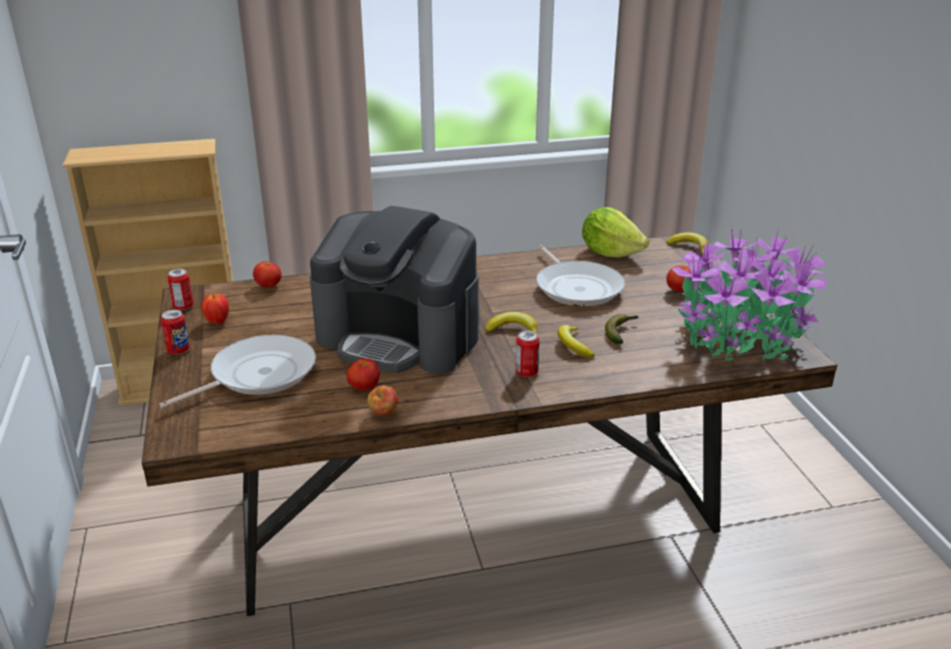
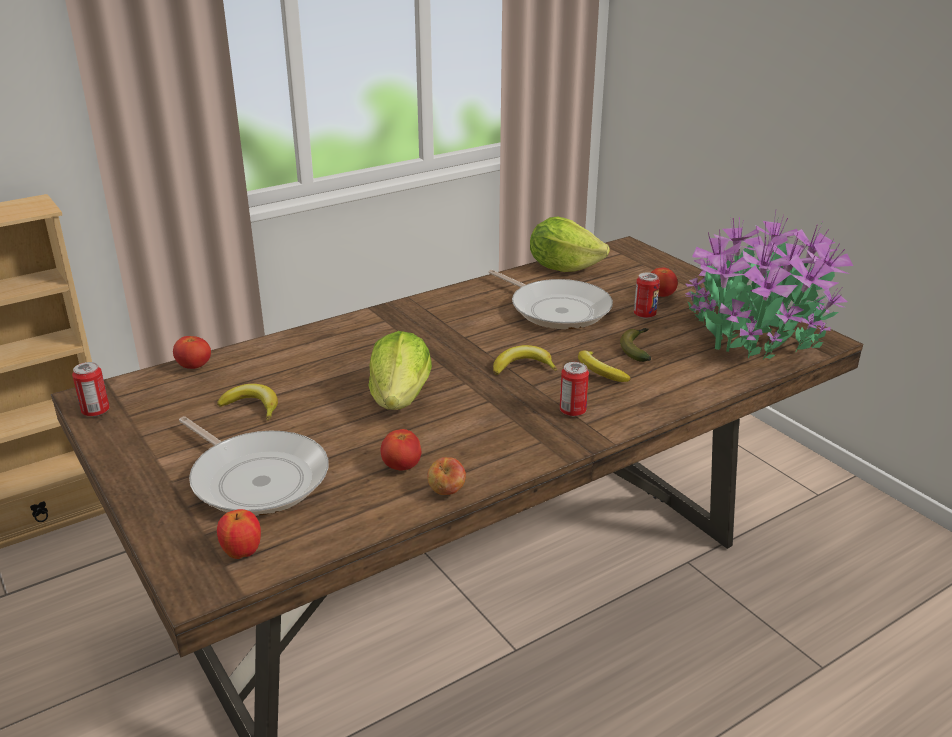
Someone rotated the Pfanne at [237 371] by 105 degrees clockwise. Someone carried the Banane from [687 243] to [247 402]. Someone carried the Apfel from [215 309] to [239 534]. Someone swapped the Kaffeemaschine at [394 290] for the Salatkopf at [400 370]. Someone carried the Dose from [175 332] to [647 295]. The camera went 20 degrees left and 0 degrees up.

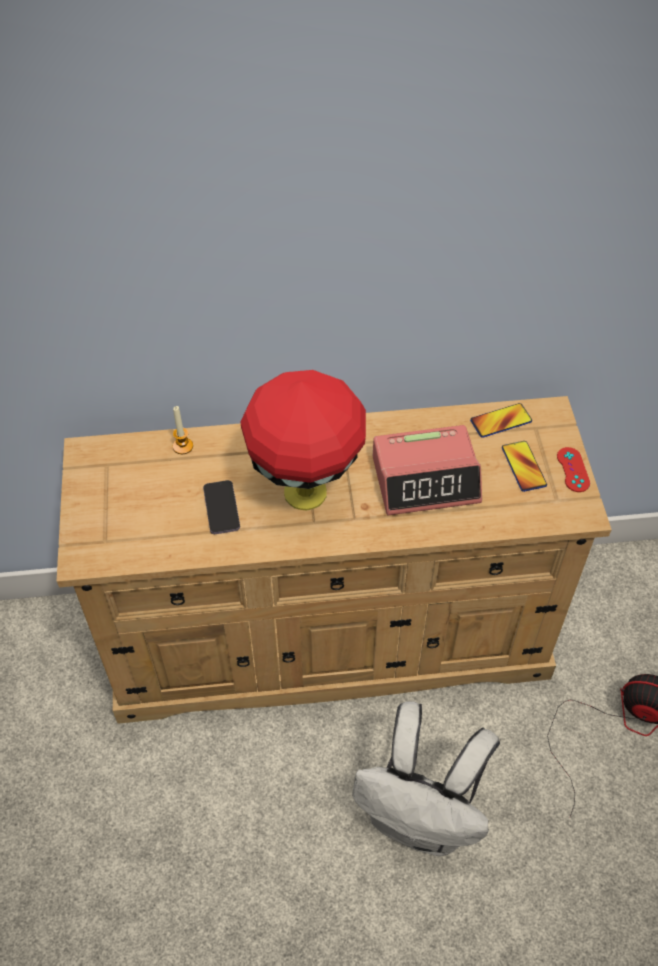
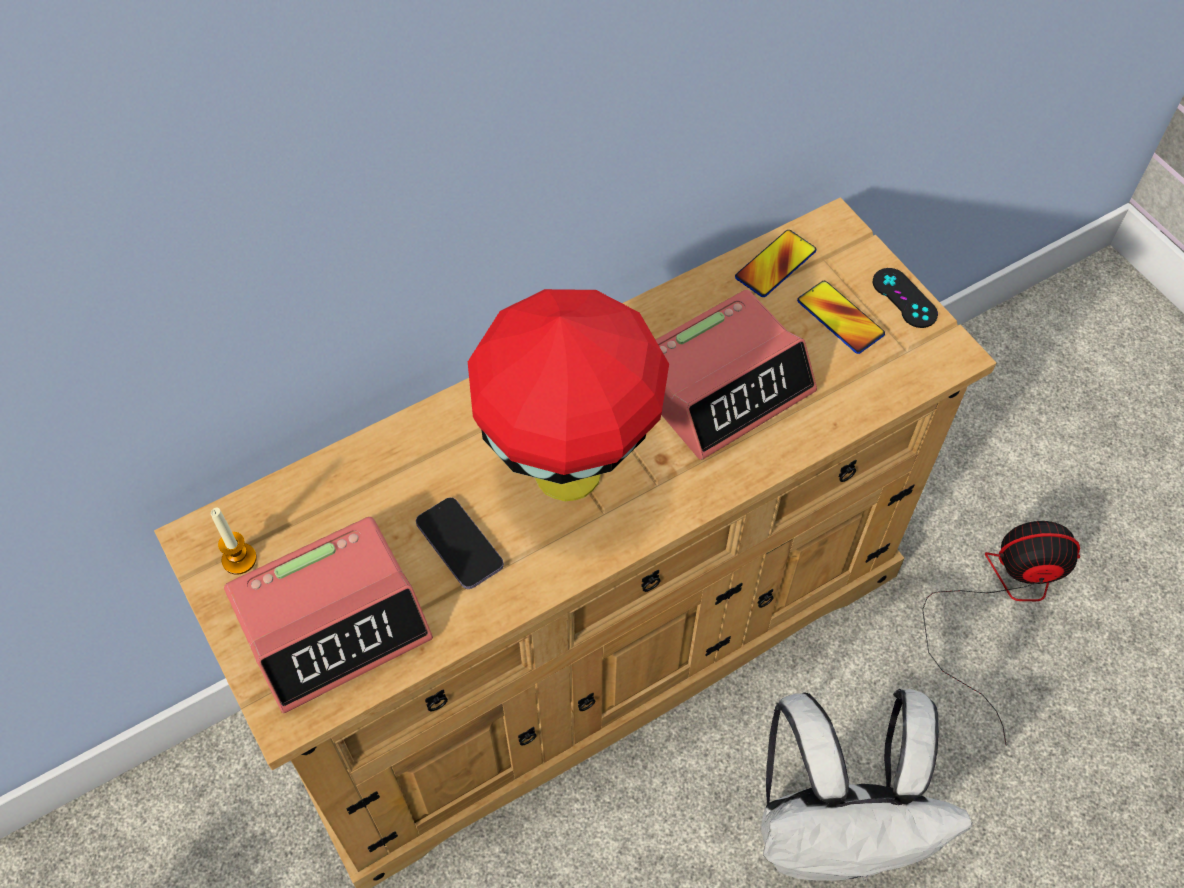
Someone carried the Kerze from [183 430] to [234 541]. Someone put down the Wecker at [328 615]. Someone repainted the Gamepad (rot) at [573 469], which became the Gamepad (schwarz) at [905 298]. The camera went 25 degrees left and 5 degrees up.

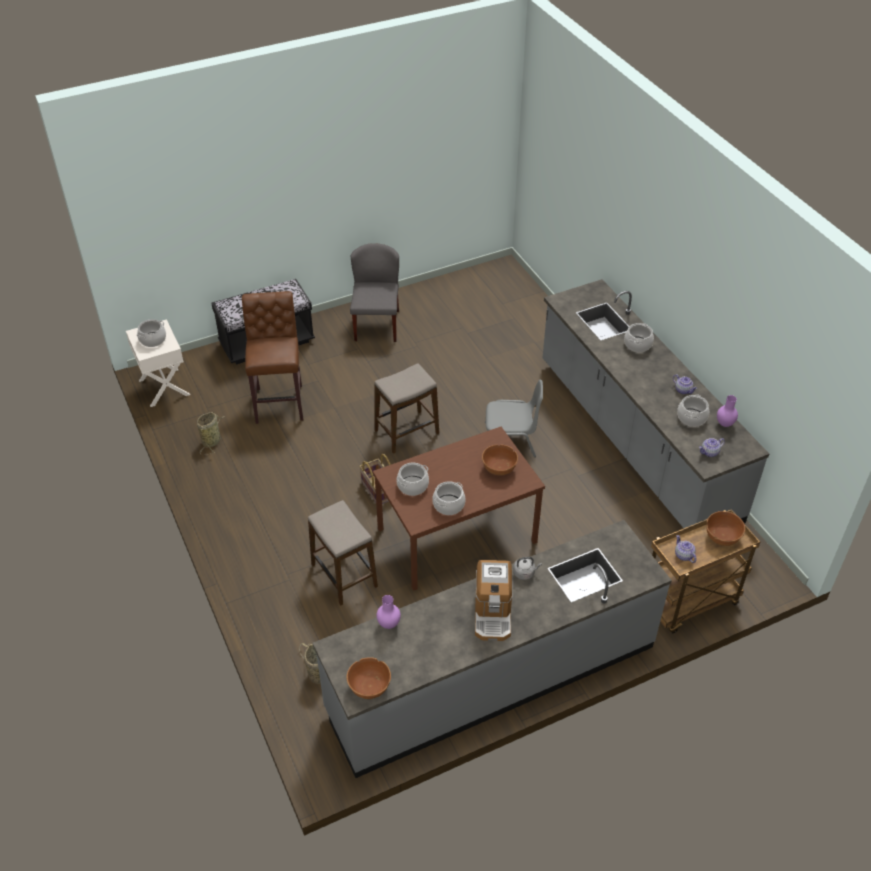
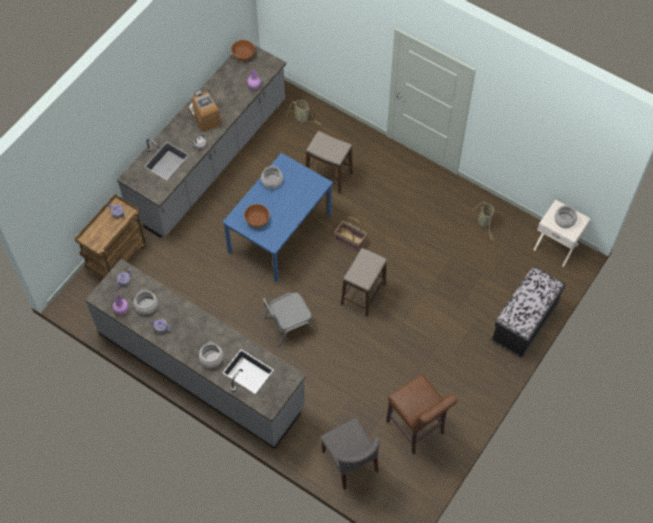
Someone repainted the Esstisch (braun) at [459 509], which became the Esstisch (blau) at [277 218]. Someone carried the Stuhl (grau) from [374 292] to [350 454]. Someone carried the Hocker (braun) from [272 357] to [421 414]. Someone took away the Kochtopf at [412 479]. Someone took away the Schüssel (braun) at [725 528]. The camera went 150 degrees right and 15 degrees up.

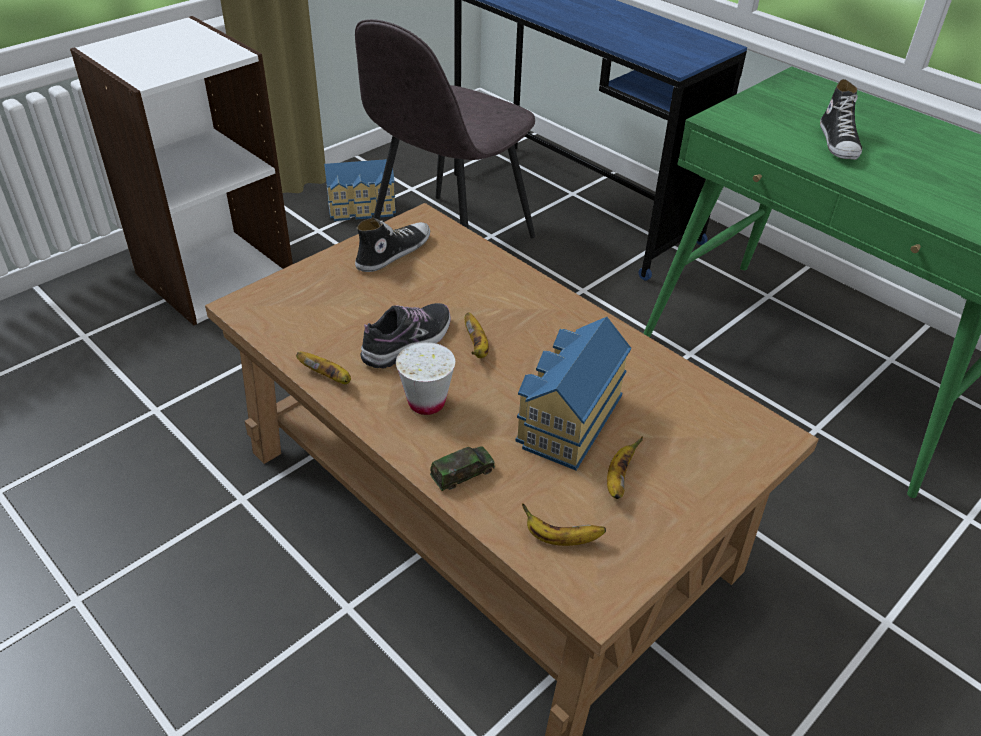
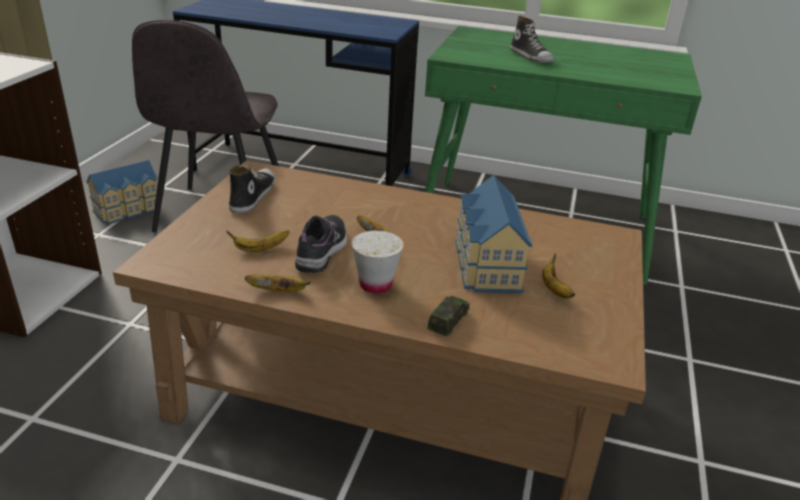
Someone carried the Banane from [564 524] to [257 241]. The camera went 30 degrees left and 10 degrees down.

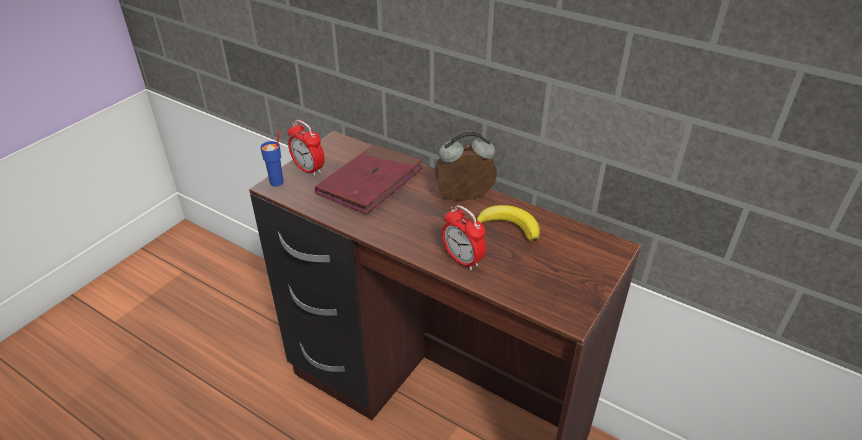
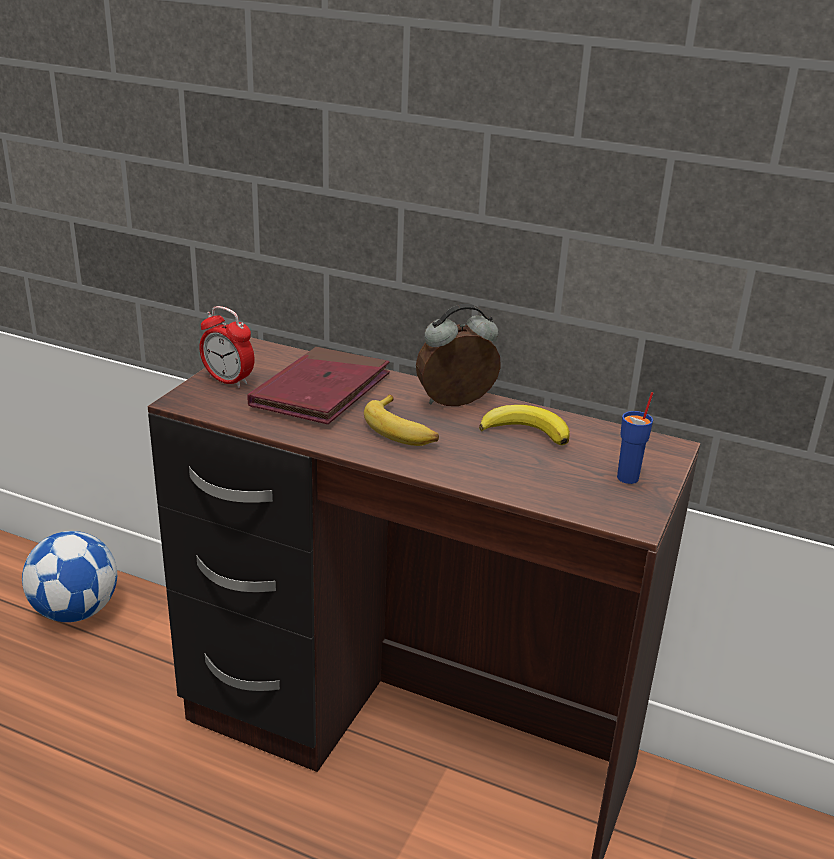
Someone put down the Fußball at [69 576]. Someone put down the Banane at [401 420]. Someone carried the Tasse (blau) from [272 158] to [635 438]. Someone took away the Wecker at [464 238]. The camera went 10 degrees left and 10 degrees down.

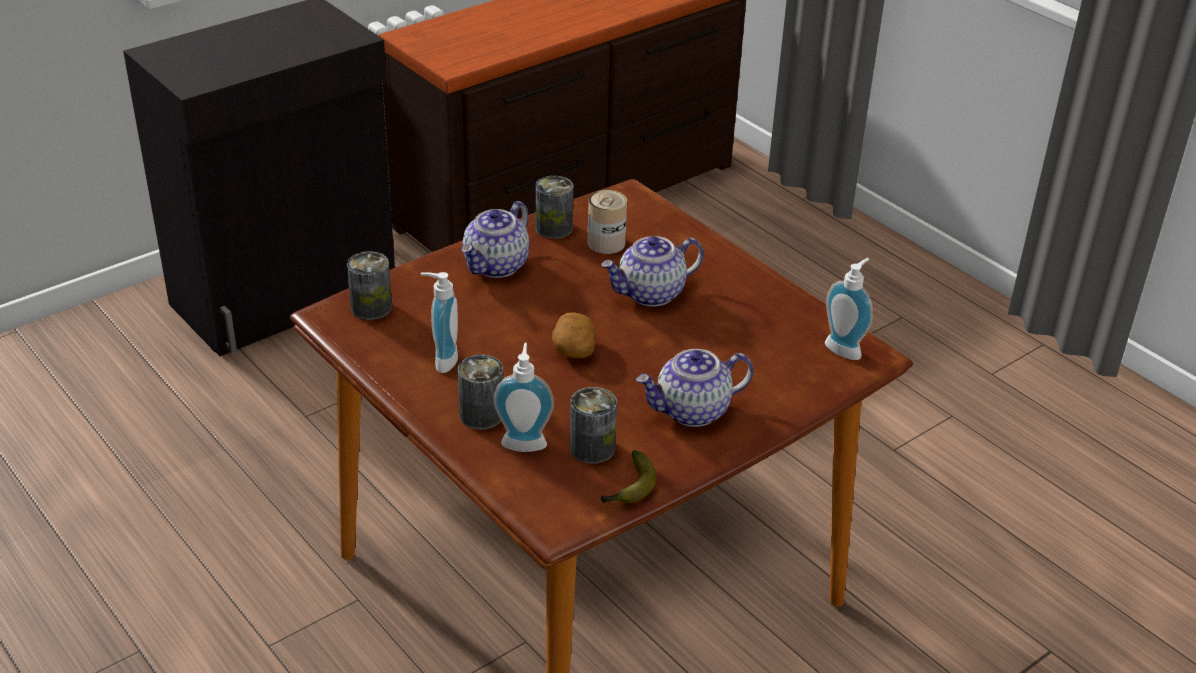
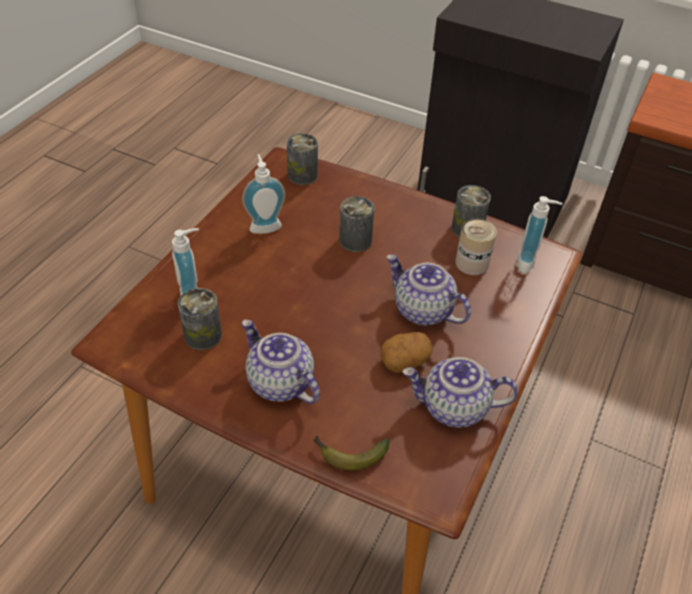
Someone carried the Banane from [628 476] to [351 453]. Someone carried the Dose from [480 392] to [357 224]. Someone carried the Kartoffel from [574 335] to [406 352]. Someone carried the Teekanne from [495 239] to [460 392]. Someone carried the Seifenspender from [849 309] to [539 234]. The camera went 65 degrees right and 10 degrees up.

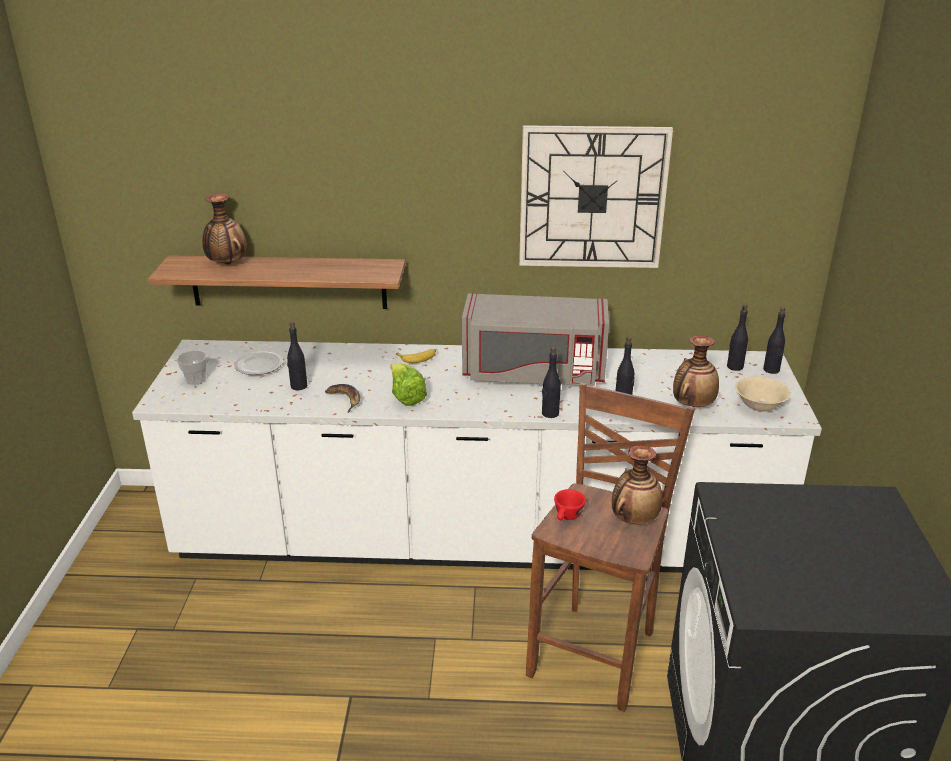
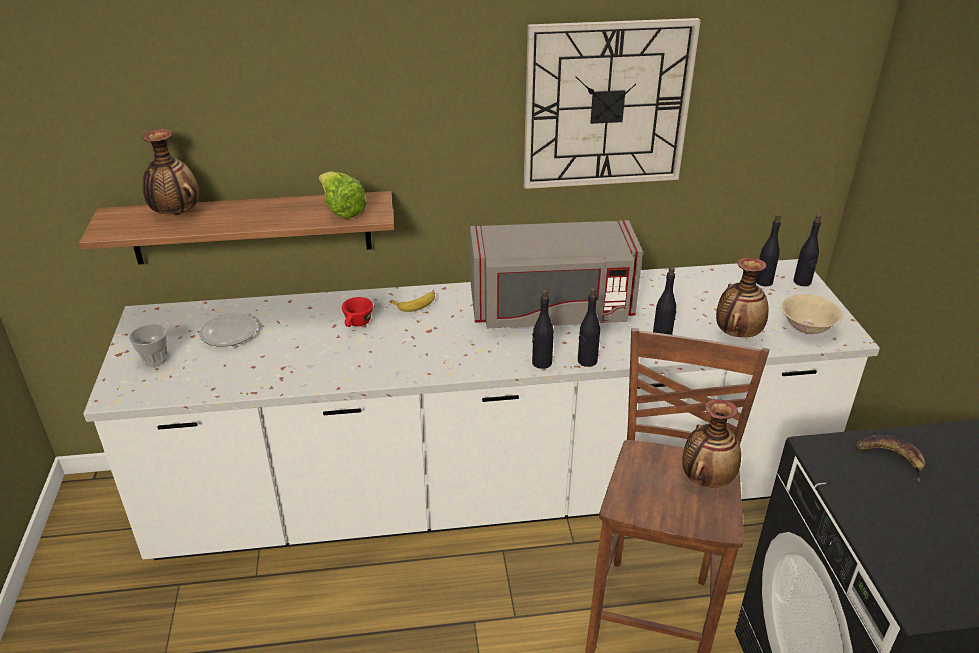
Someone carried the Salatkopf from [408 384] to [343 195]. Someone carried the Tasse (rot) from [570 504] to [357 312]. Someone carried the Flasche (schwarz) from [297 356] to [543 329]. Someone carried the Banane from [342 398] to [890 458]. The camera went 10 degrees left and 5 degrees up.

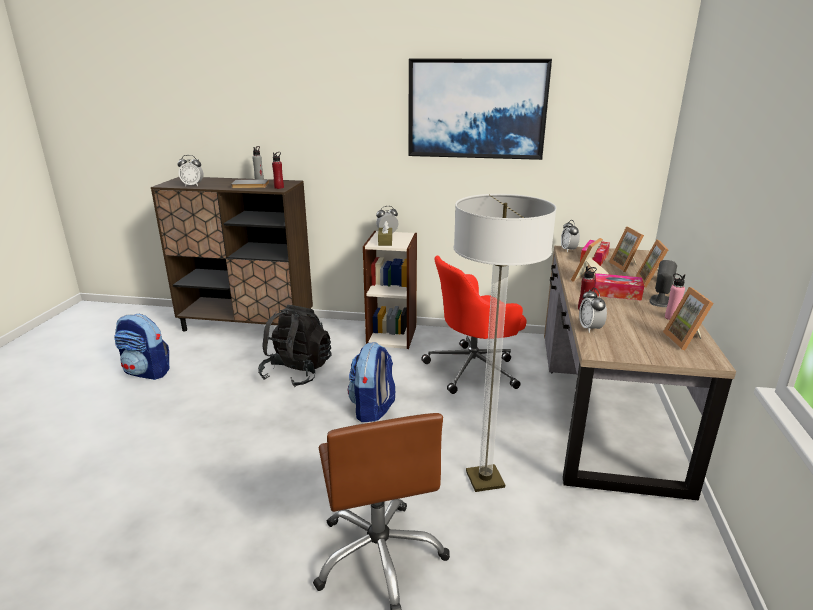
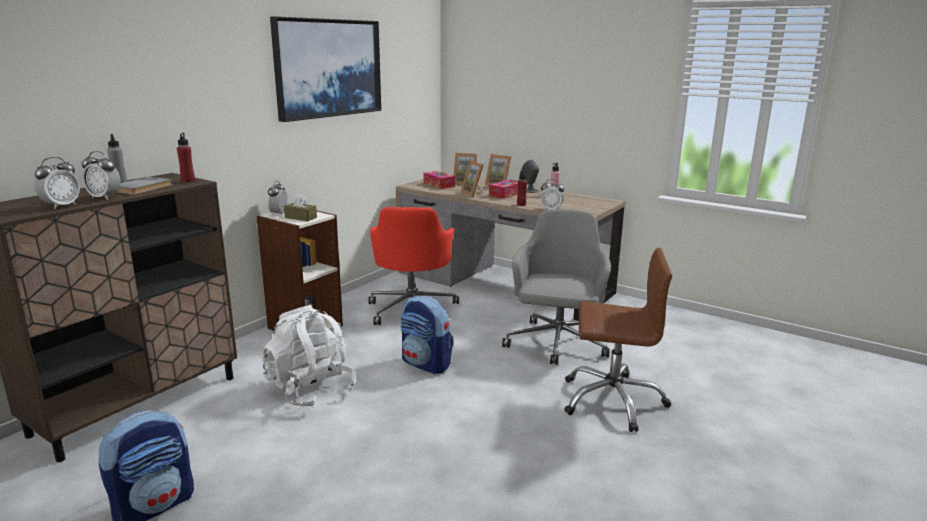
Someone carried the Wecker from [570 236] to [101 175]. Someone repainted the Rucksack (schwarz) at [295 346], which became the Rucksack (weiß) at [309 356]. Someone swapped the Stehlampe at [505 343] for the Bürostuhl (grau) at [556 287]. Someone took away the Bilderrahmen at [688 318]. The camera went 65 degrees left and 5 degrees down.

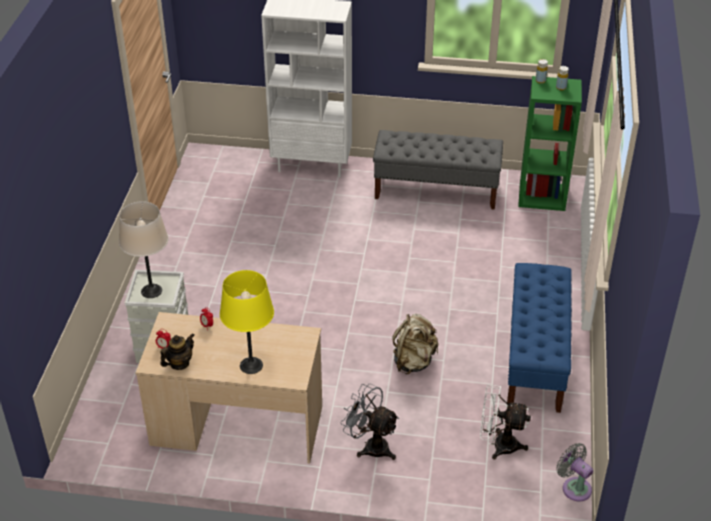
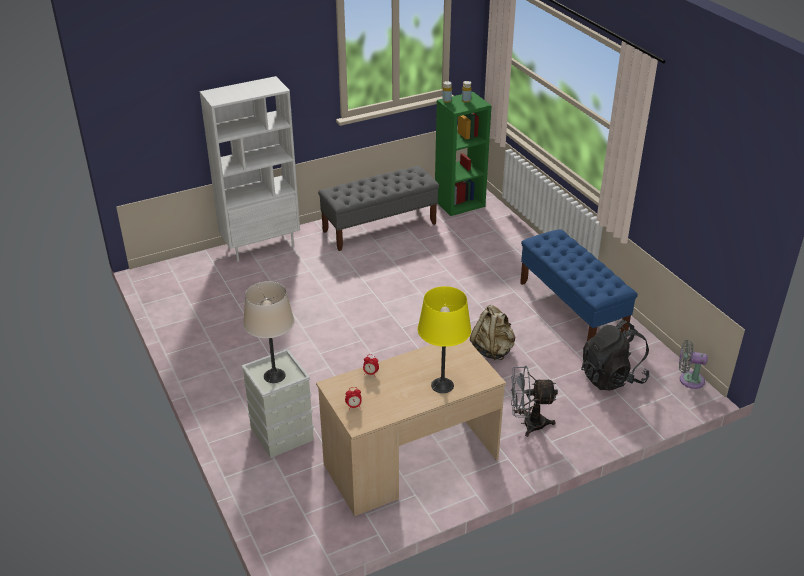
Someone swapped the Ventilator (weiß) at [505 422] for the Rucksack (schwarz) at [615 355]. Someone took away the Teekanne at [177 351]. The camera went 35 degrees left and 5 degrees down.

